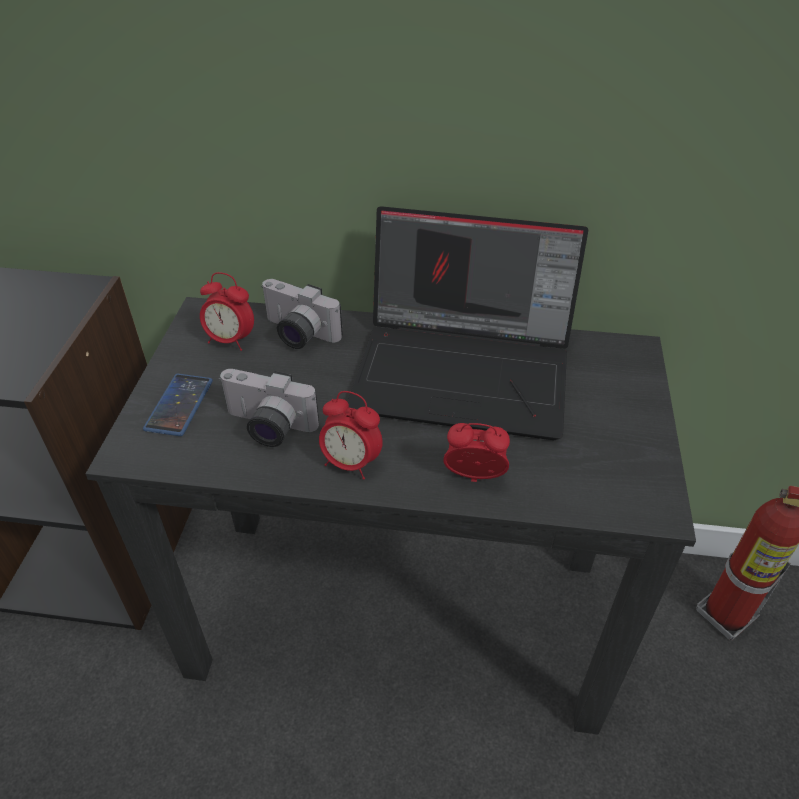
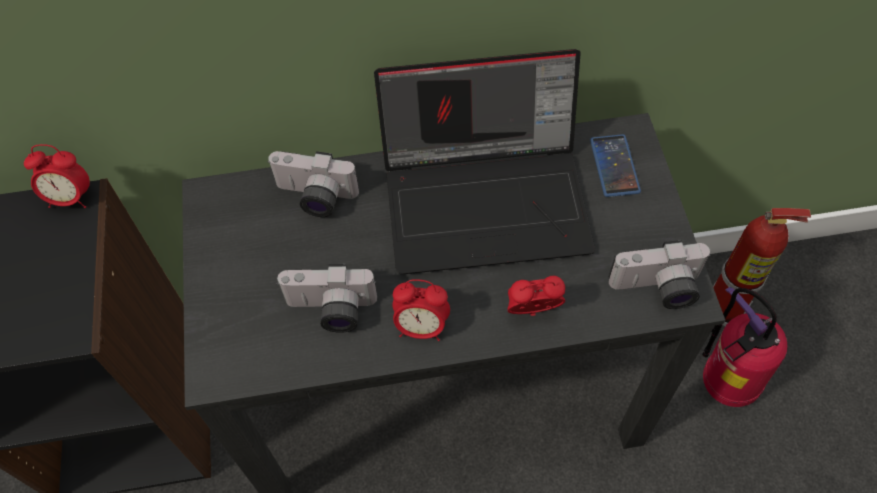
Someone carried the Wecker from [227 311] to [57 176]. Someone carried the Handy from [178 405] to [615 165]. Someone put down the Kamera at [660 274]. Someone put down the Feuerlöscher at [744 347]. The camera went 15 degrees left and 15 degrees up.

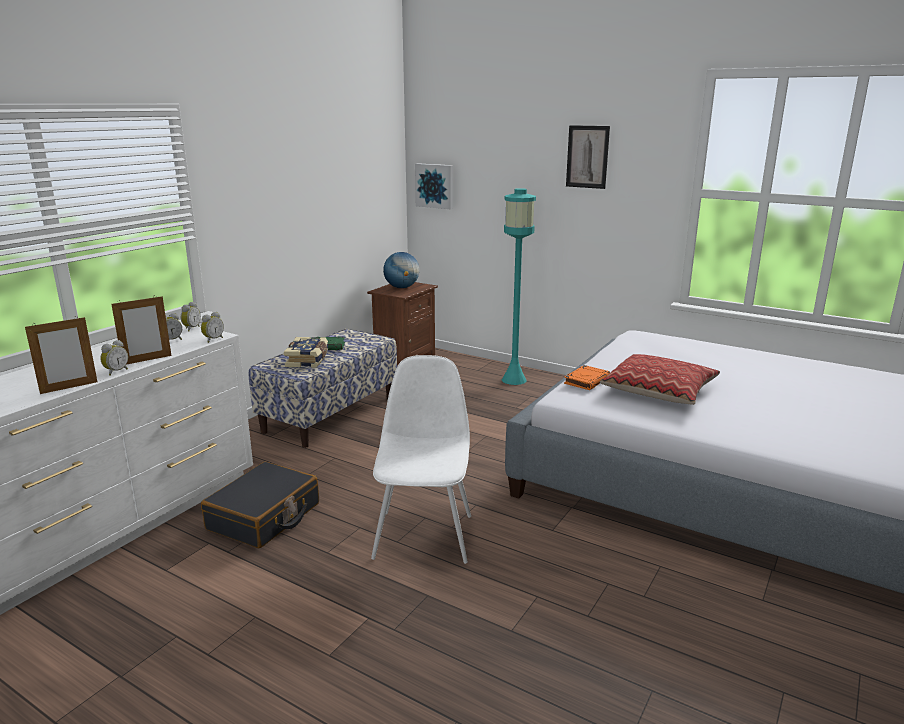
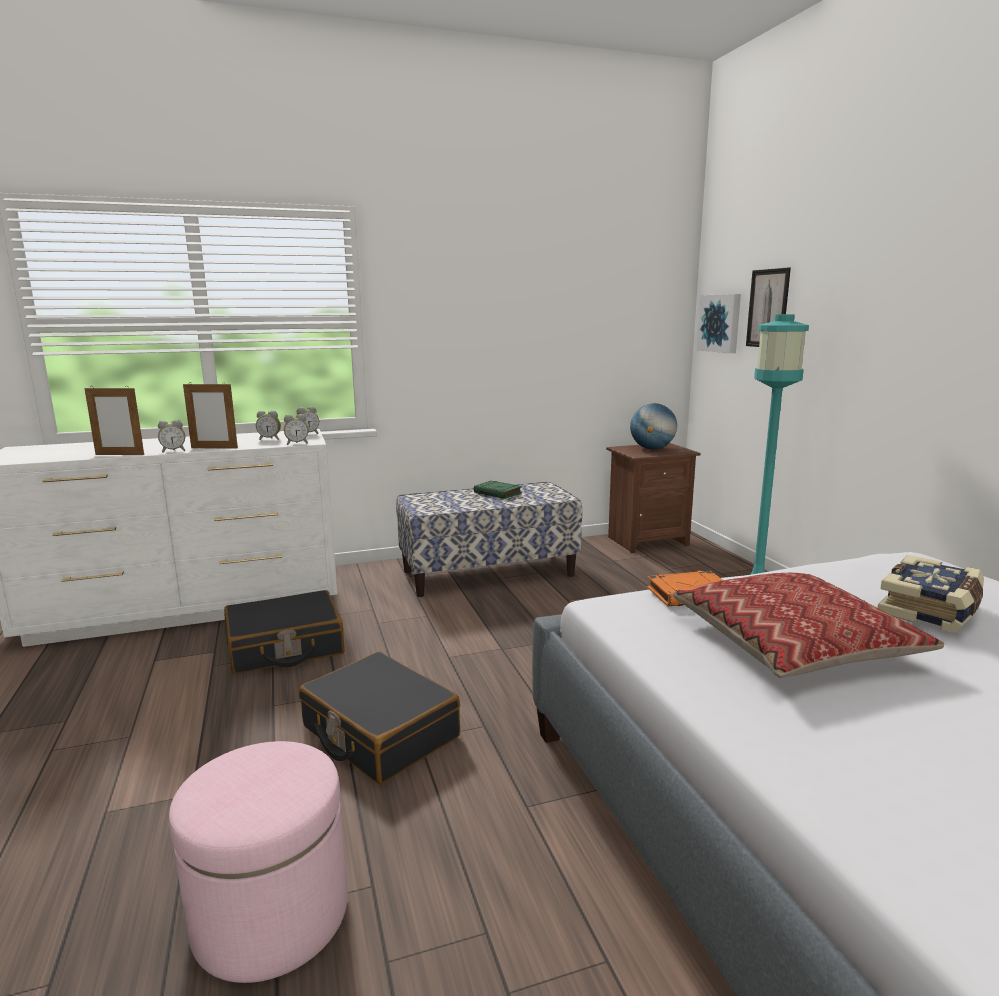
Someone put down the Polsterhocker (rosa) at [258 862]. Someone swapped the Stuhl (weiß) at [421 459] for the Koffer (schwarz) at [379 718]. Someone carried the Bild from [588 157] to [768 307]. Someone carried the Buch from [306 352] to [930 594]. The camera went 40 degrees right and 5 degrees down.

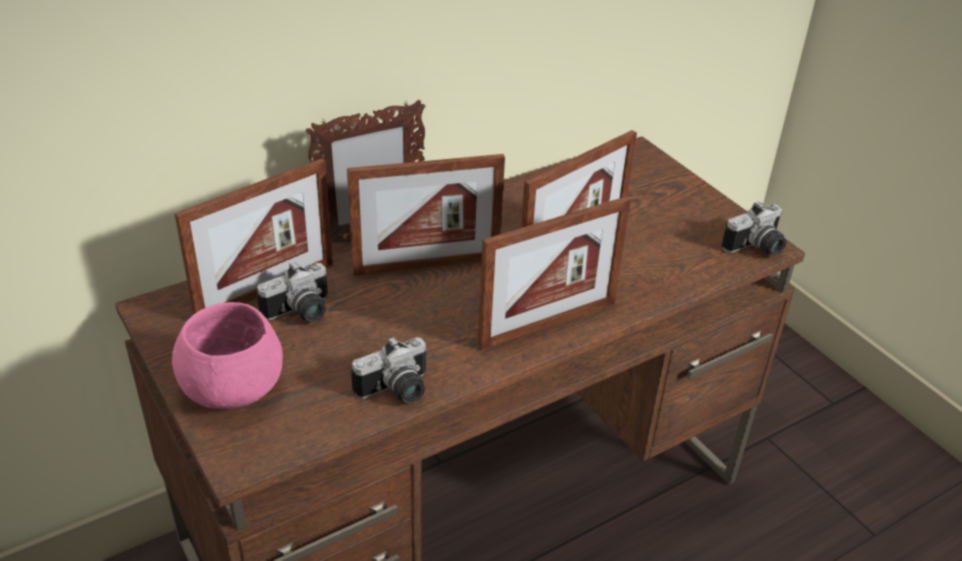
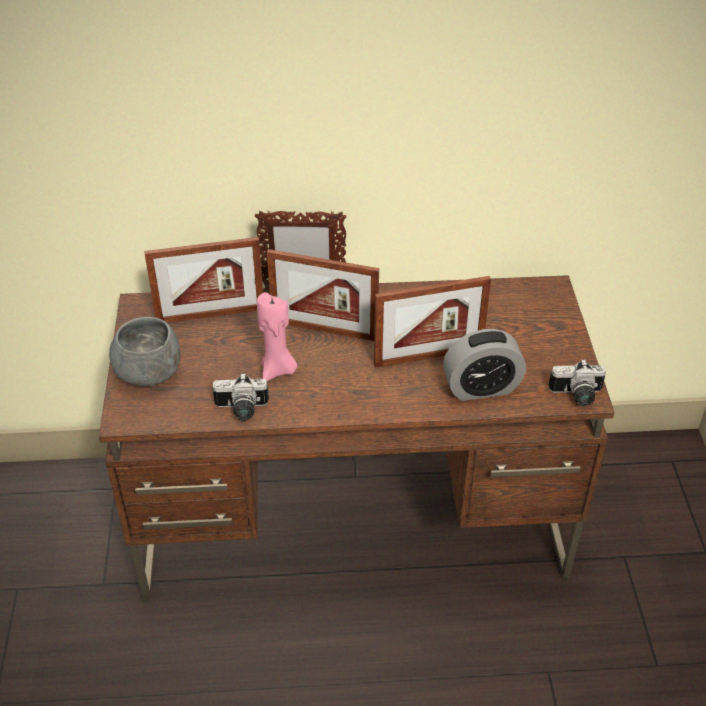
Someone repainted the Schüssel (rosa) at [227 355], which became the Schüssel (grau) at [145 351]. Someone put down the Kerze (rosa) at [277 337]. Someone put down the Wecker at [484 365]. Someone took away the Kamera at [292 292]. Someone took away the Bilderrahmen at [554 273]. The camera went 30 degrees right and 5 degrees up.

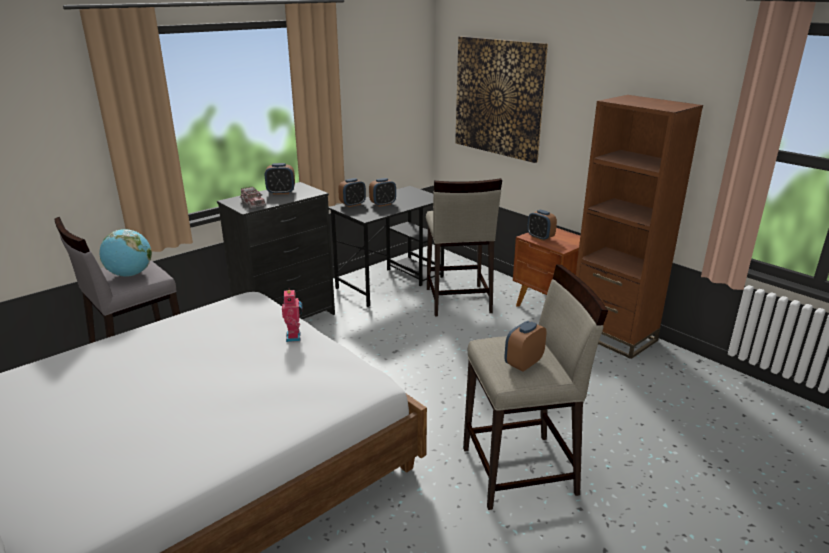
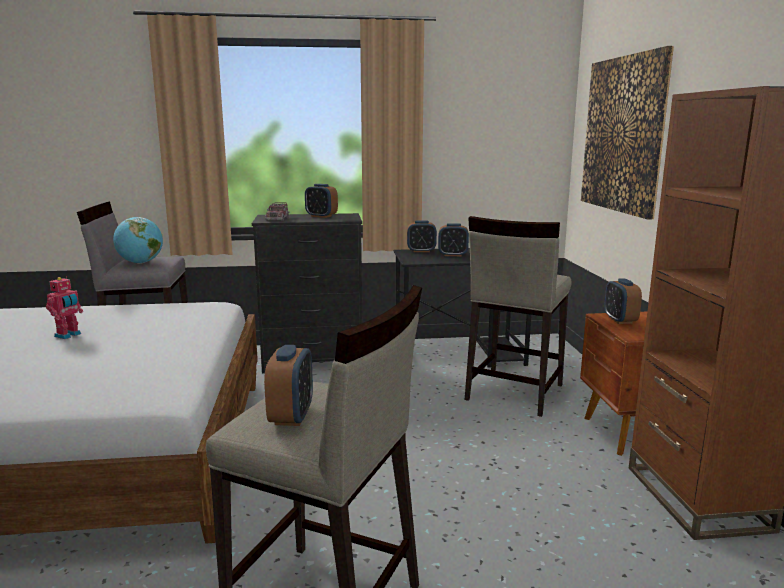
Someone carried the Spielzeugroboter from [292 315] to [64 307]. Someone rotated the Wecker at [525 346] by 105 degrees clockwise. The camera went 35 degrees right and 10 degrees down.

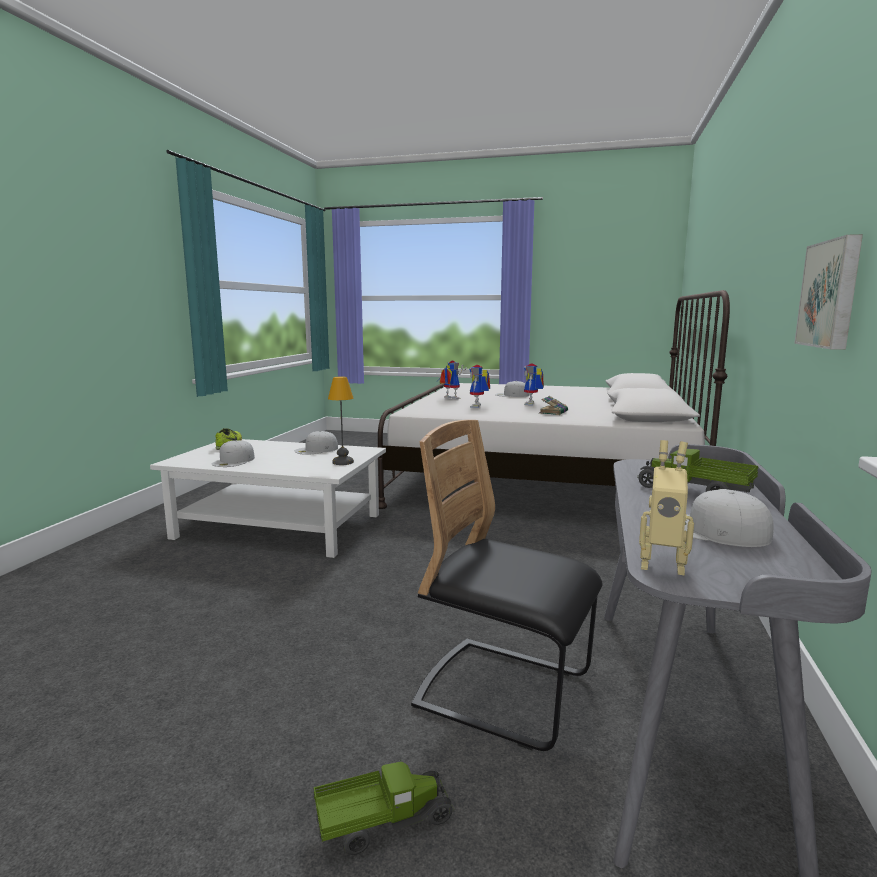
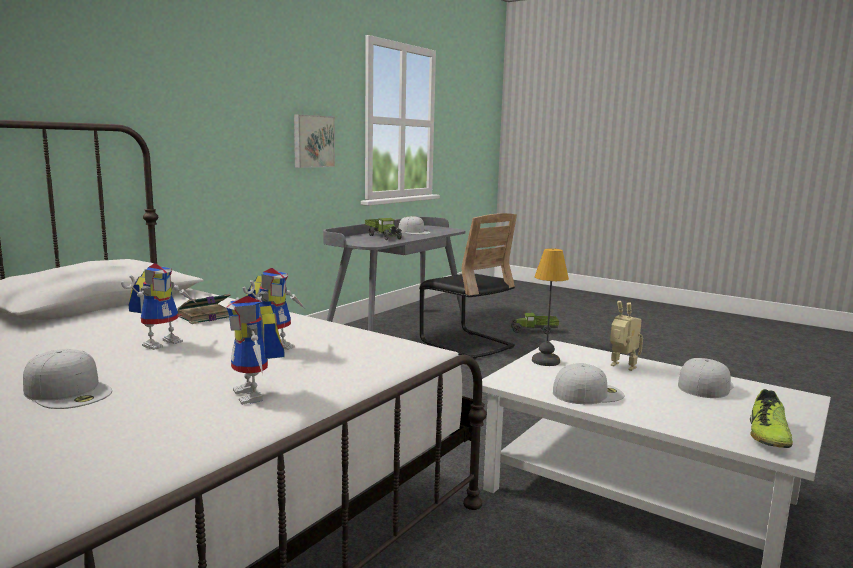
Someone carried the Spielzeugroboter from [666 507] to [626 336]. The camera went 160 degrees left and 0 degrees up.

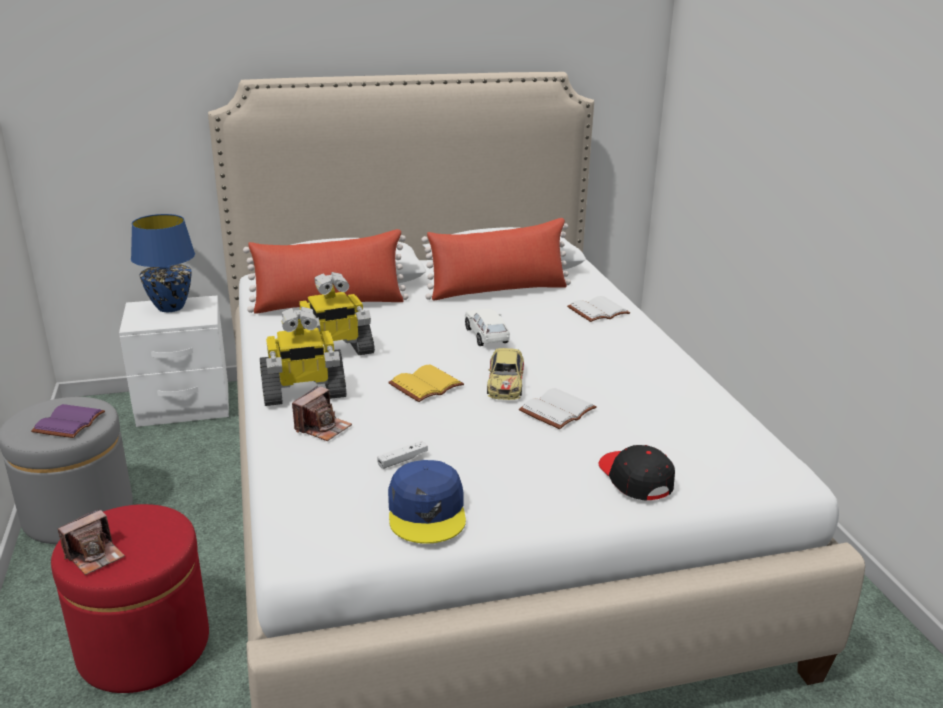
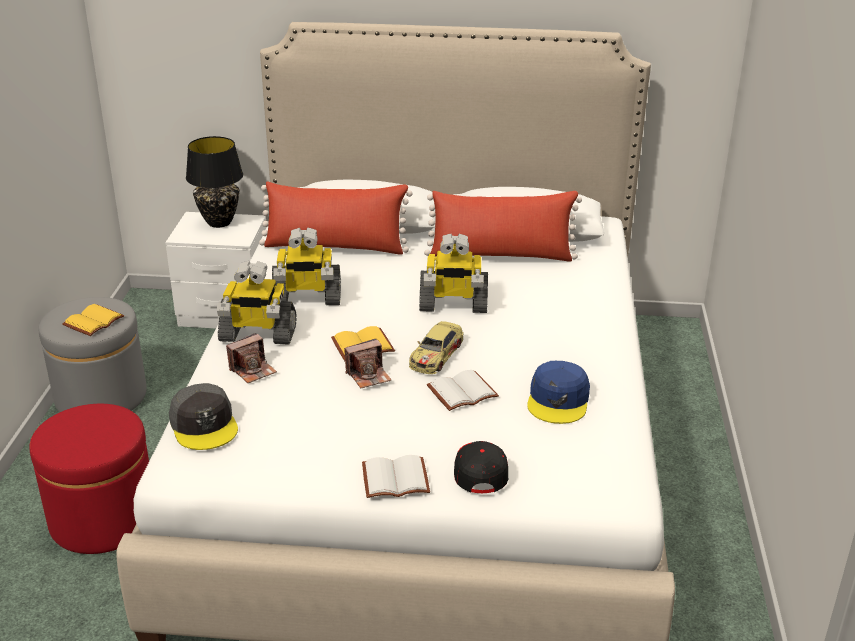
Someone repainted the Buch (lila) at [68 421], which became the Buch (gelb) at [93 320]. Someone put down the Kappe (grau) at [203 416]. Someone repainted the Tischlampe (blau) at [163 263], which became the Tischlampe (schwarz) at [214 182]. Someone carried the Kamera from [91 542] to [367 363]. Someone carried the Buch (weiß) from [598 309] to [396 476]. Someone swapped the Spielzeugauto (weiß) at [487 327] for the Spielzeugroboter at [453 273]. Someone carried the Kappe (blau) from [427 502] to [558 392]. Someone took away the Gamepad (weiß) at [402 455]. The camera went 20 degrees right and 5 degrees up.

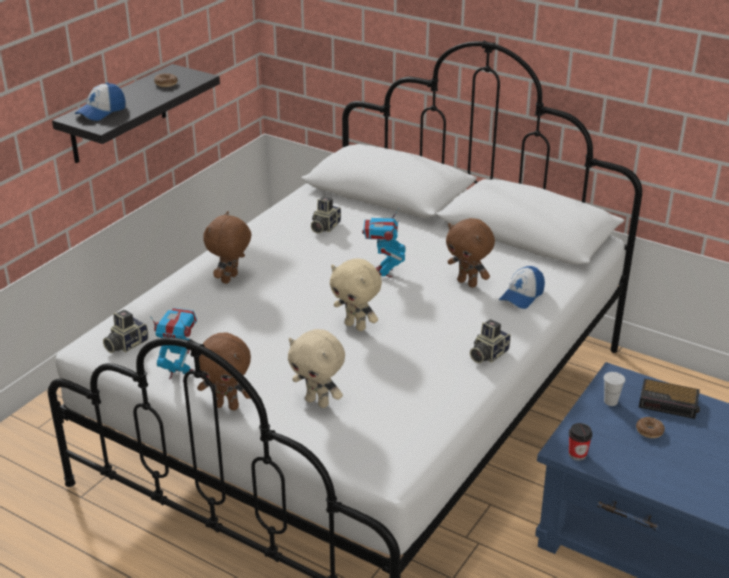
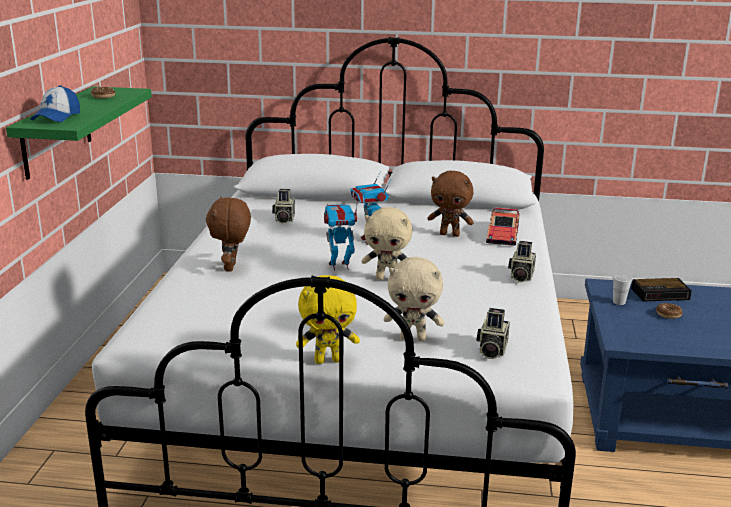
Someone repainted the Wandregal (schwarz) at [136 113], which became the Wandregal (grün) at [79 133]. Someone repainted the Plüschtier (braun) at [224 371], which became the Plüschtier (gelb) at [328 319]. Someone carried the Spielzeugroboter from [173 343] to [340 237]. Someone carried the Kamera from [126 331] to [493 333]. Someone swapped the Kappe at [522 287] for the Spielzeugauto at [502 226]. Someone took away the Tasse at [580 442]. The camera went 25 degrees left and 10 degrees down.

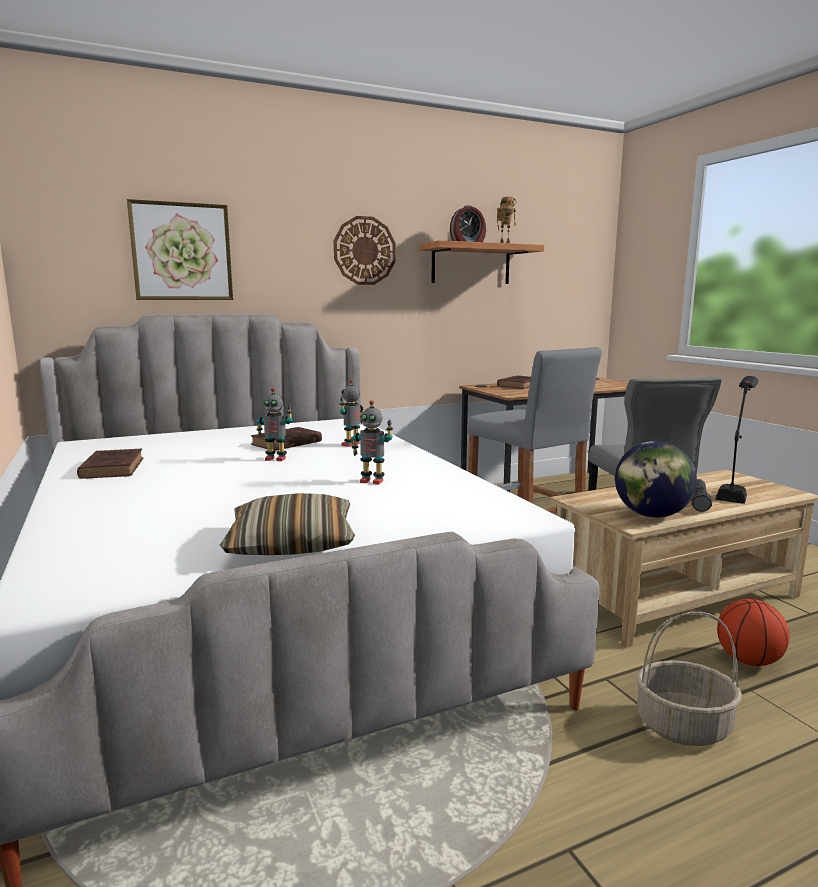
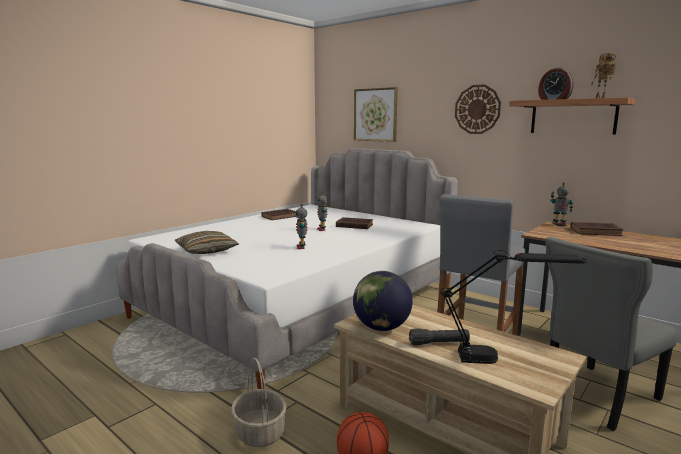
Someone carried the Spielzeugroboter from [351 413] to [561 203]. The camera went 65 degrees right and 0 degrees up.

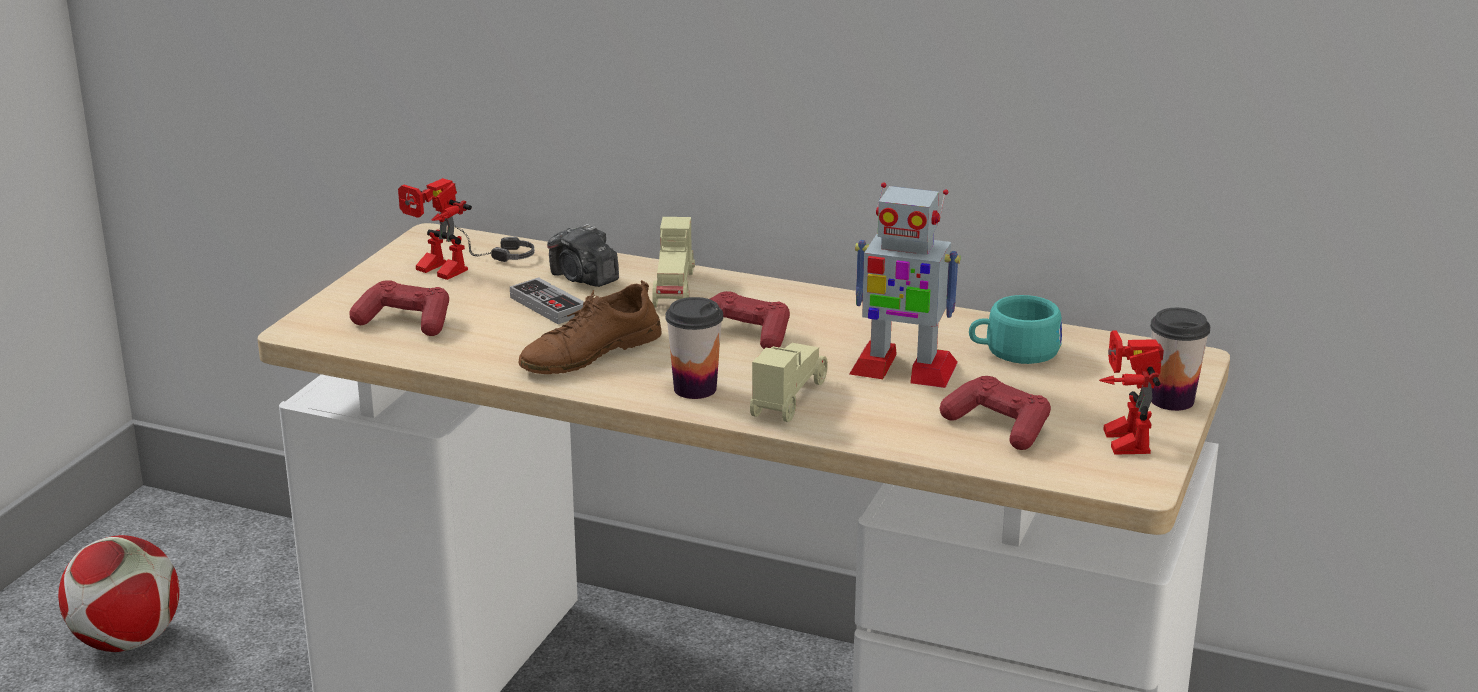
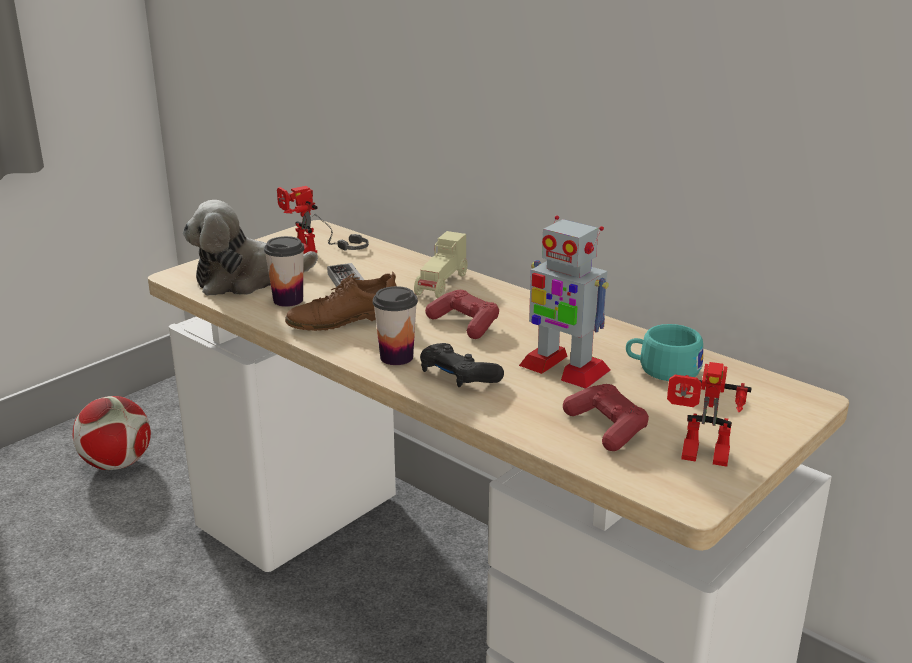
Someone swapped the Gamepad (rot) at [399 308] for the Plüschtier at [250 248]. Someone carried the Tasse from [1180 359] to [284 271]. Someone swapped the Spielzeugauto (beige) at [789 382] for the Gamepad (schwarz) at [462 365]. Someone rotated the Spielzeugroboter at [1131 392] by 90 degrees counterclockwise. Someone took away the Kamera at [583 255]. The camera went 20 degrees right and 0 degrees up.

